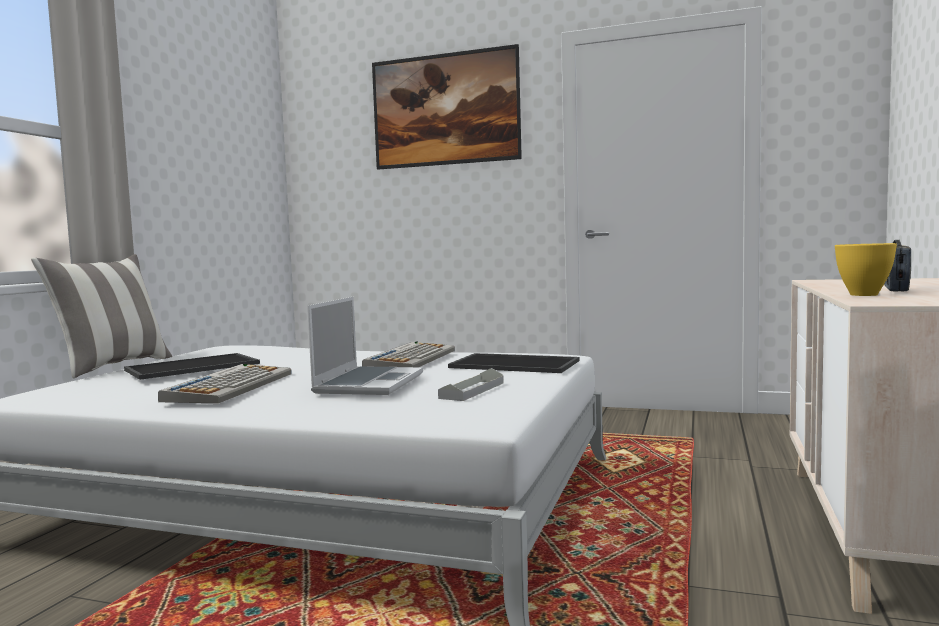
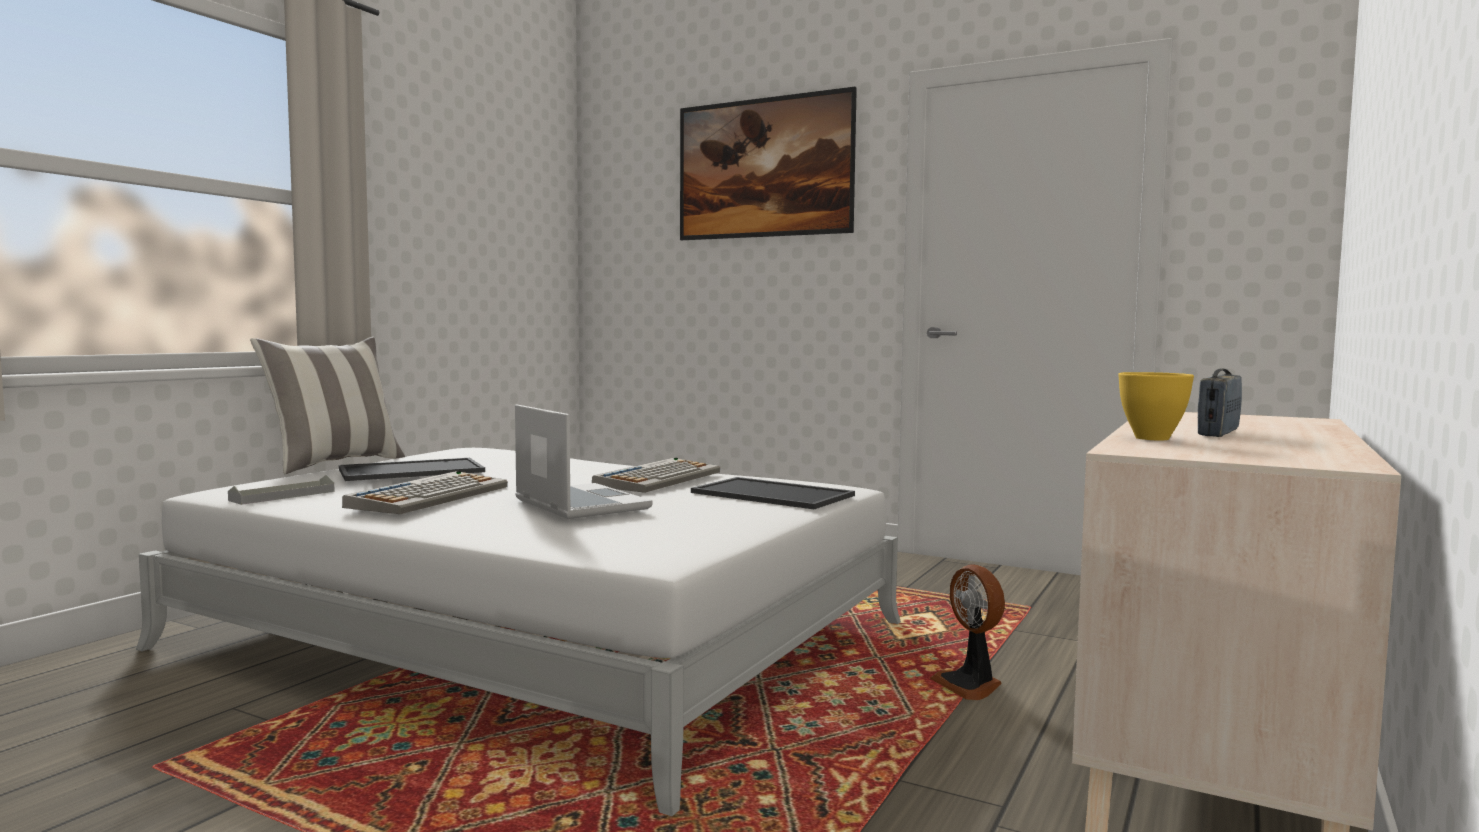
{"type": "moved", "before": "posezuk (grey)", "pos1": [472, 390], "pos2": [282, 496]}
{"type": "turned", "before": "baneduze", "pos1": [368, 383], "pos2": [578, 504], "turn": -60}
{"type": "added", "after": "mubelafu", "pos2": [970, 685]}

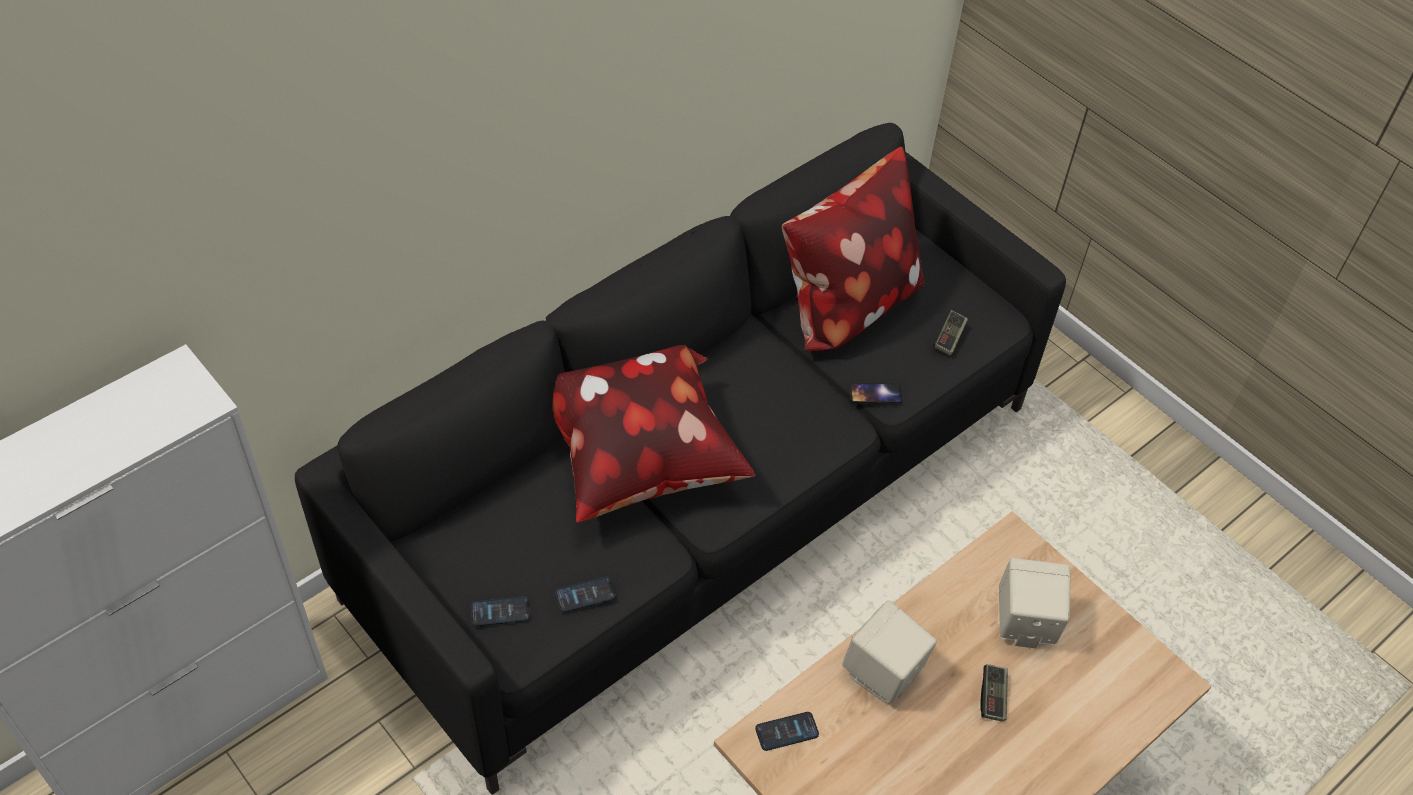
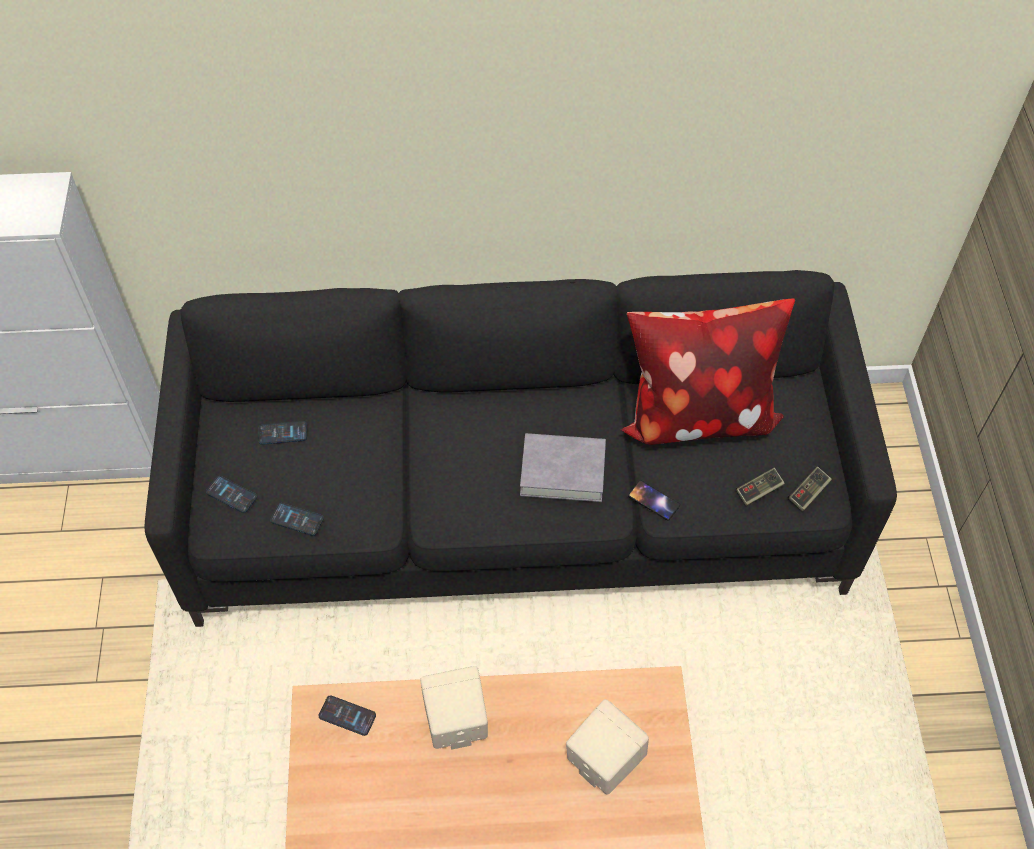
{"type": "added", "after": "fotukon", "pos2": [283, 433]}
{"type": "added", "after": "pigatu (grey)", "pos2": [562, 471]}
{"type": "moved", "before": "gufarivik", "pos1": [993, 697], "pos2": [808, 493]}
{"type": "removed", "before": "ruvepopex", "pos1": [643, 465]}

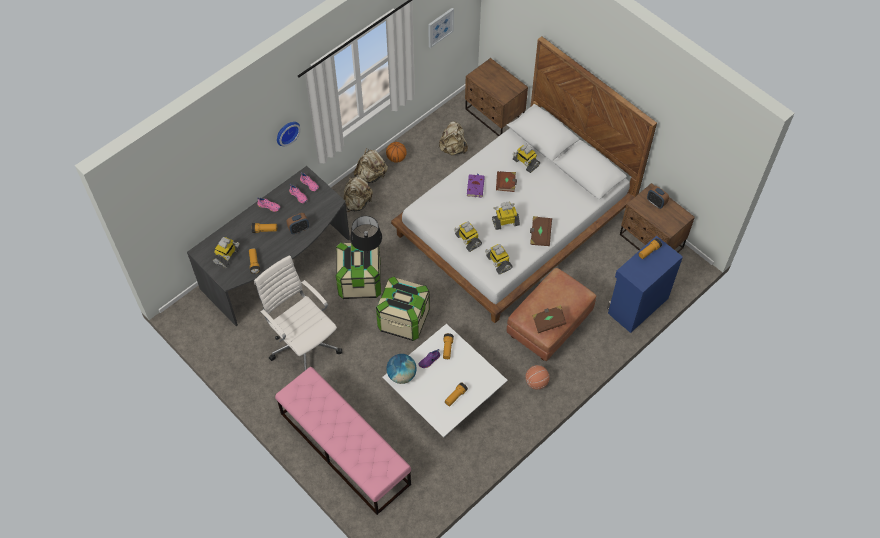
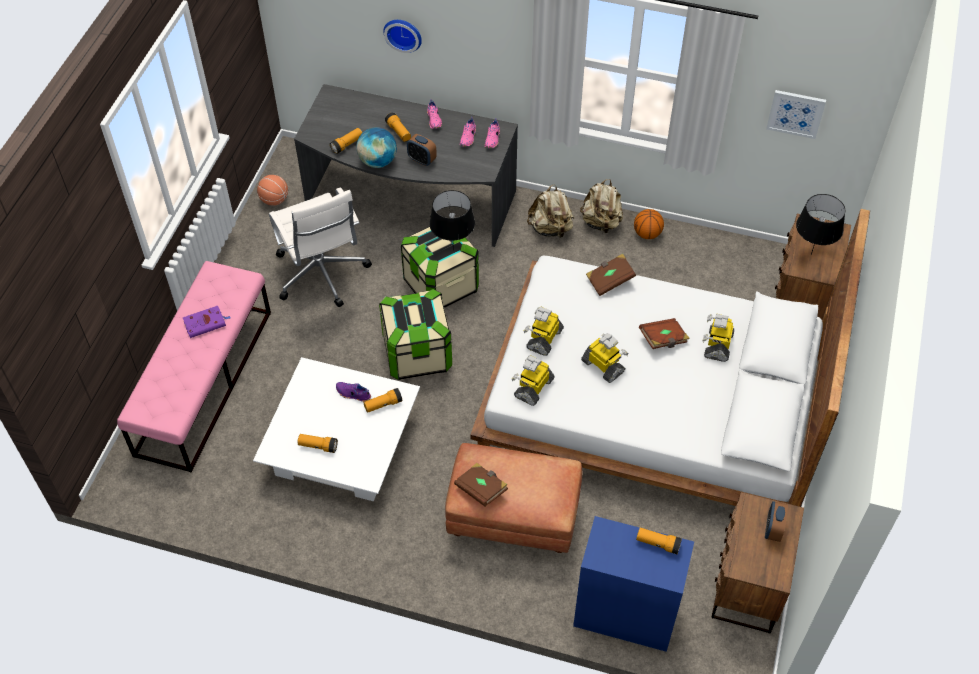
{"type": "moved", "before": "pigatu (purple)", "pos1": [475, 186], "pos2": [206, 323]}
{"type": "moved", "before": "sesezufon", "pos1": [536, 382], "pos2": [274, 200]}
{"type": "turned", "before": "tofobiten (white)", "pos1": [304, 343], "pos2": [321, 275], "turn": 135}
{"type": "moved", "before": "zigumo", "pos1": [401, 375], "pos2": [377, 161]}
{"type": "moved", "before": "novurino", "pos1": [286, 132], "pos2": [403, 33]}
{"type": "moved", "before": "pigatu (brown)", "pos1": [540, 234], "pos2": [609, 280]}
{"type": "added", "after": "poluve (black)", "pos2": [811, 254]}
{"type": "removed", "before": "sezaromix", "pos1": [227, 256]}
{"type": "removed", "before": "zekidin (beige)", "pos1": [453, 148]}

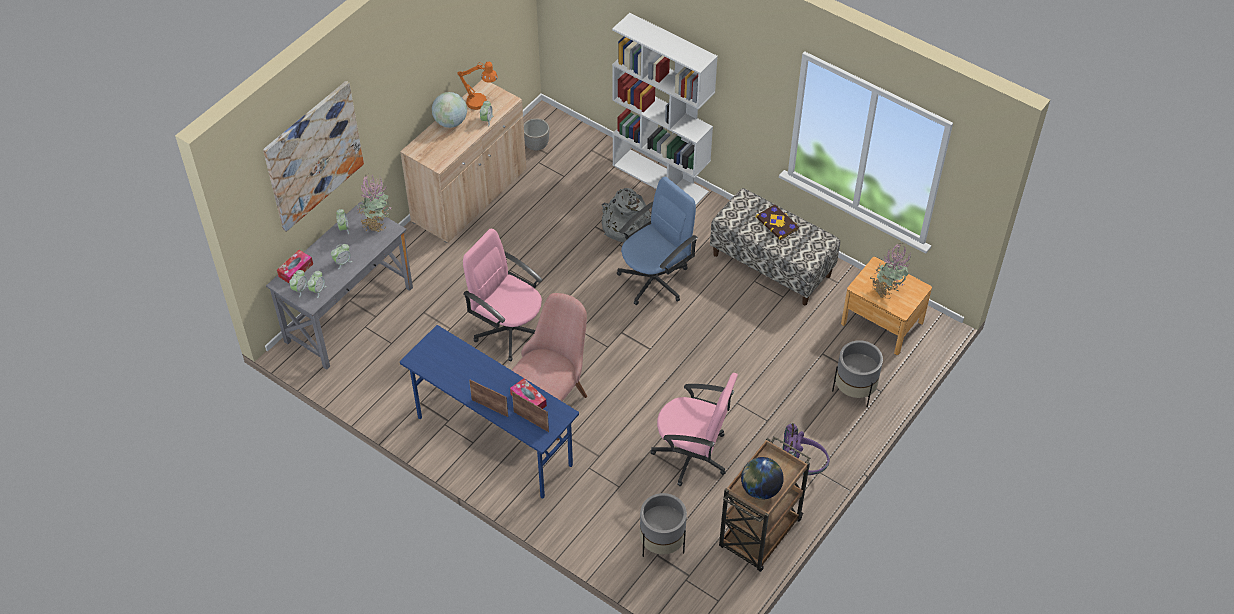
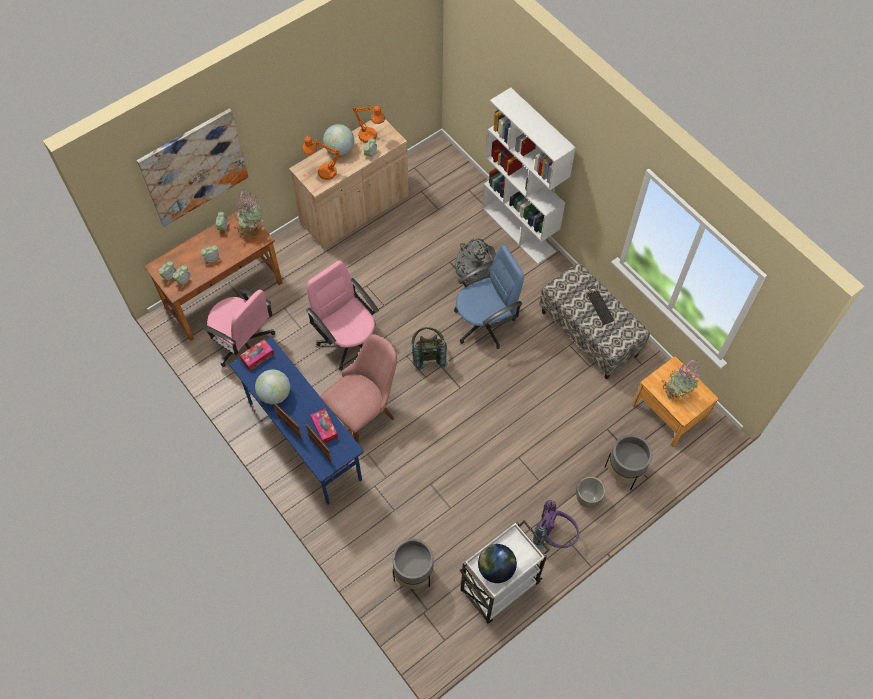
{"type": "recoloured", "before": "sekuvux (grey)", "after": "sekuvux (brown)", "pos1": [349, 314], "pos2": [224, 295]}
{"type": "moved", "before": "tofobiten (pink)", "pos1": [692, 455], "pos2": [244, 344]}
{"type": "moved", "before": "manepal", "pos1": [296, 270], "pos2": [257, 357]}
{"type": "added", "after": "zigumo", "pos2": [275, 394]}
{"type": "added", "after": "poluve (orange)", "pos2": [323, 172]}
{"type": "added", "after": "zekidin (grey)", "pos2": [428, 354]}
{"type": "recoloured", "before": "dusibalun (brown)", "after": "dusibalun (white)", "pos1": [759, 535], "pos2": [499, 587]}
{"type": "moved", "before": "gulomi", "pos1": [536, 145], "pos2": [588, 498]}
{"type": "replaced", "before": "pigatu", "after": "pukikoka", "pos1": [777, 223], "pos2": [599, 303]}

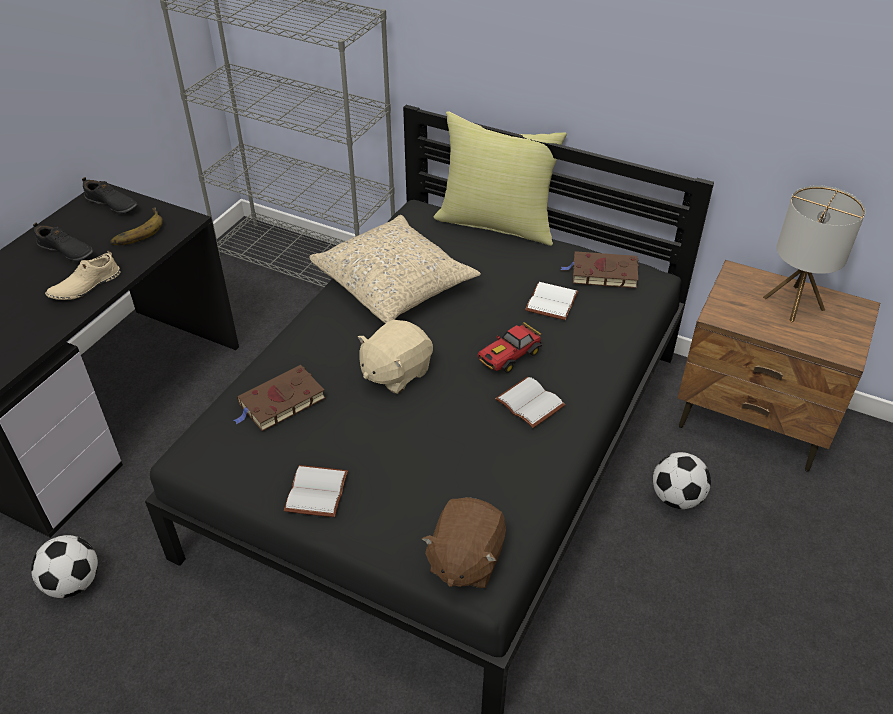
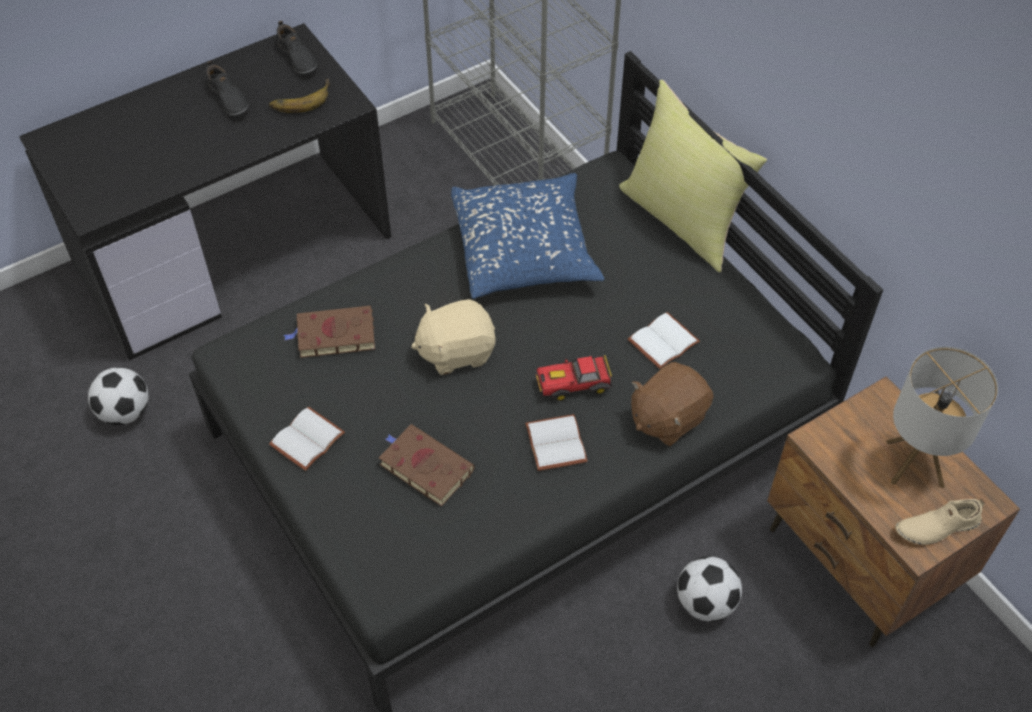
{"type": "moved", "before": "pigatu (brown)", "pos1": [602, 273], "pos2": [424, 466]}
{"type": "recoloured", "before": "ruvepopex (beige)", "after": "ruvepopex (blue)", "pos1": [395, 283], "pos2": [525, 250]}
{"type": "moved", "before": "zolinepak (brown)", "pos1": [465, 560], "pos2": [667, 418]}
{"type": "moved", "before": "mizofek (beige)", "pos1": [85, 286], "pos2": [936, 526]}

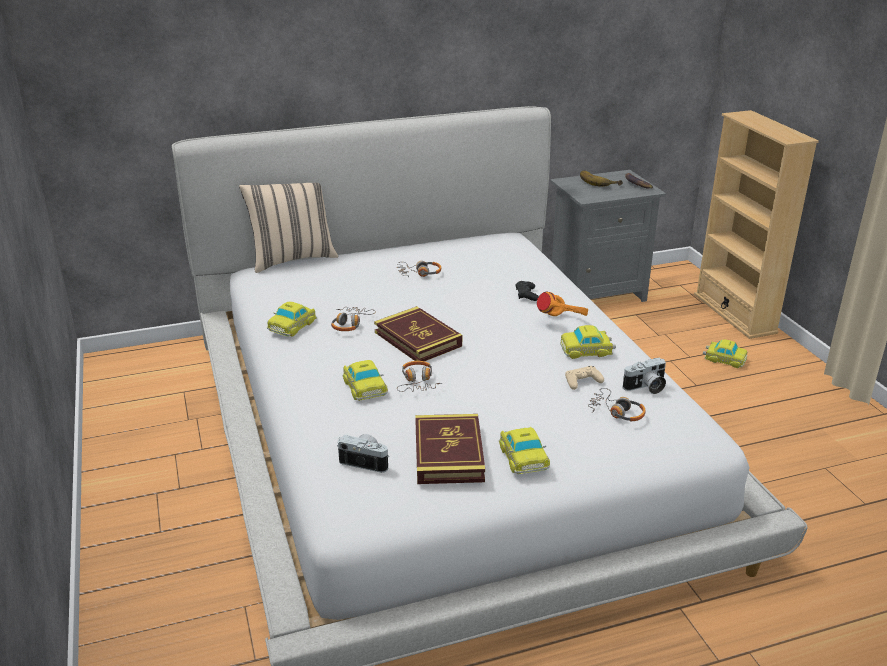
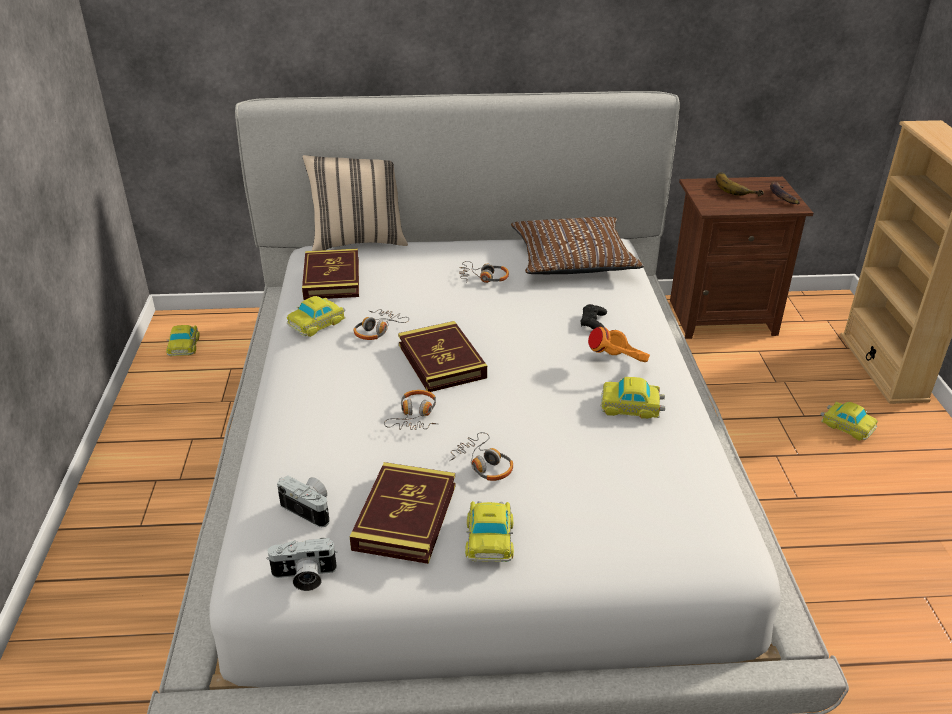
{"type": "moved", "before": "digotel", "pos1": [364, 386], "pos2": [184, 345]}
{"type": "moved", "before": "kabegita", "pos1": [646, 387], "pos2": [304, 577]}
{"type": "added", "after": "pigatu", "pos2": [332, 279]}
{"type": "moved", "before": "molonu", "pos1": [616, 412], "pos2": [483, 464]}
{"type": "added", "after": "ruvepopex (brown)", "pos2": [572, 259]}
{"type": "recoloured", "before": "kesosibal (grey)", "after": "kesosibal (brown)", "pos1": [596, 293], "pos2": [720, 316]}
{"type": "removed", "before": "gufarivik (beige)", "pos1": [582, 381]}

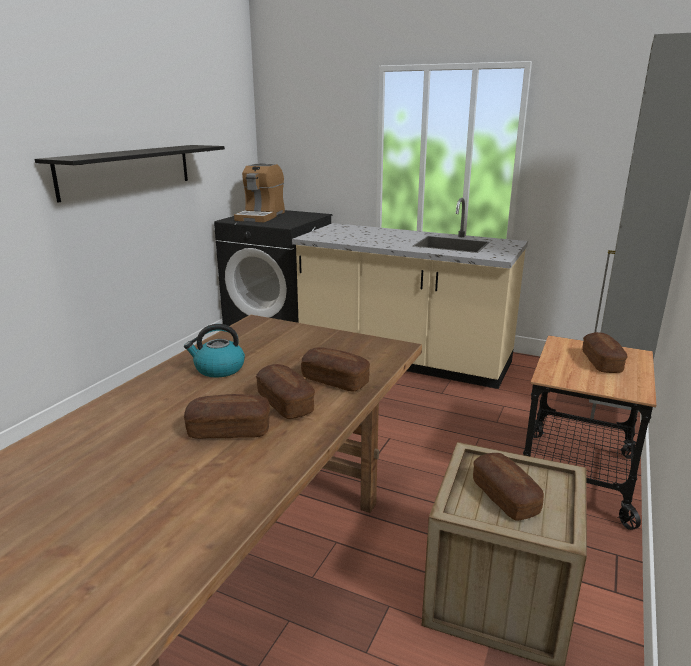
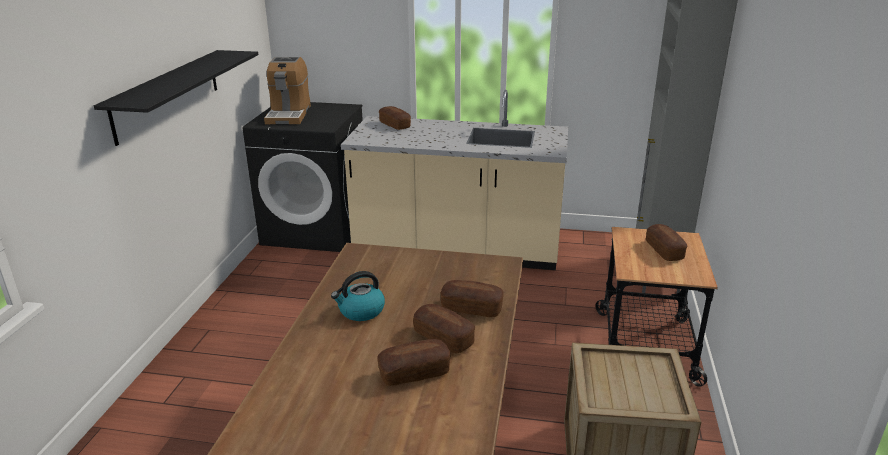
{"type": "moved", "before": "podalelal", "pos1": [504, 497], "pos2": [394, 125]}

